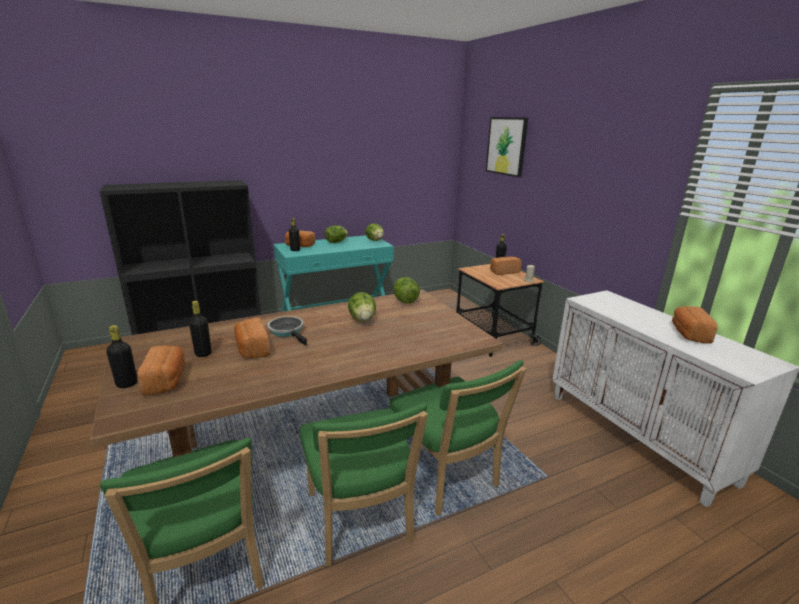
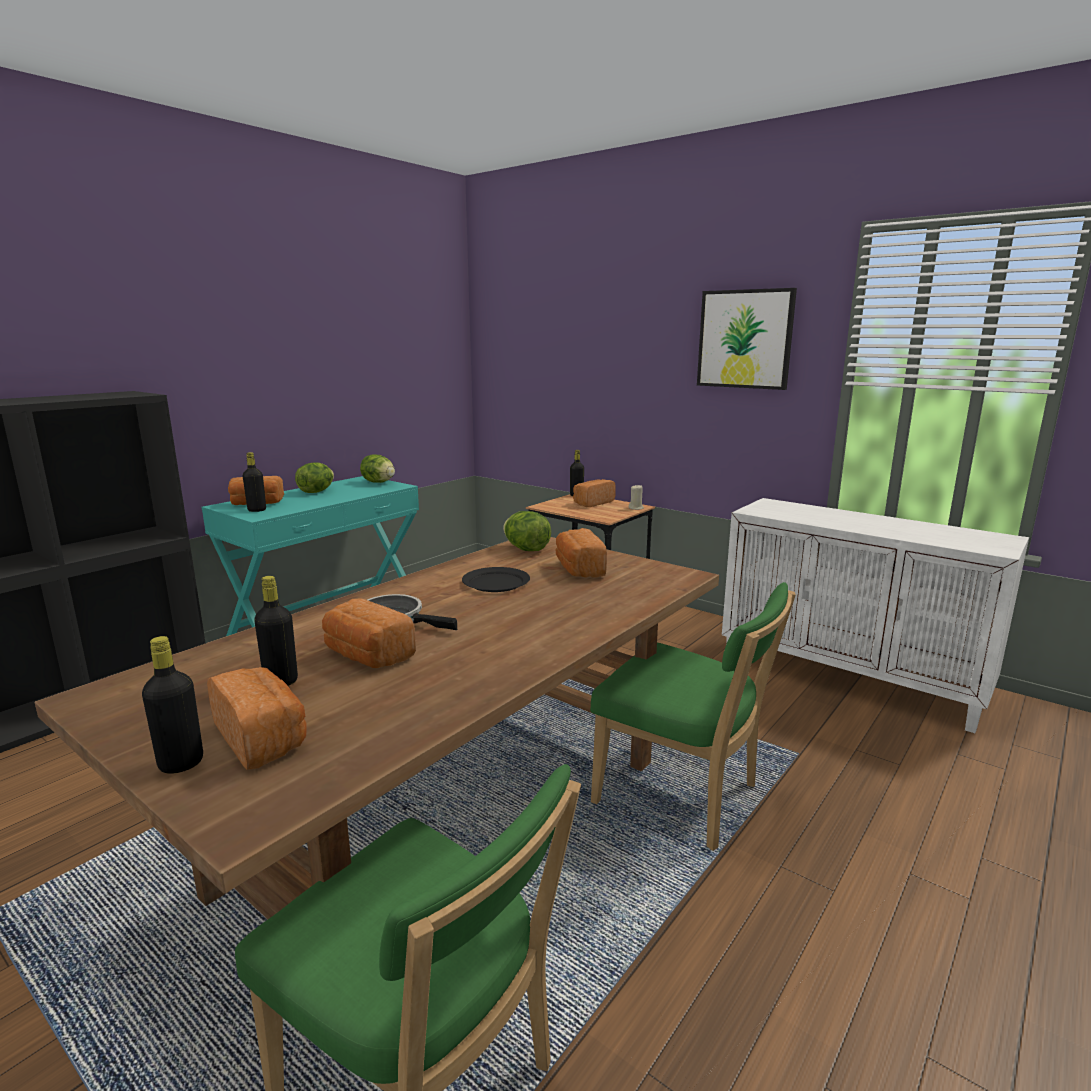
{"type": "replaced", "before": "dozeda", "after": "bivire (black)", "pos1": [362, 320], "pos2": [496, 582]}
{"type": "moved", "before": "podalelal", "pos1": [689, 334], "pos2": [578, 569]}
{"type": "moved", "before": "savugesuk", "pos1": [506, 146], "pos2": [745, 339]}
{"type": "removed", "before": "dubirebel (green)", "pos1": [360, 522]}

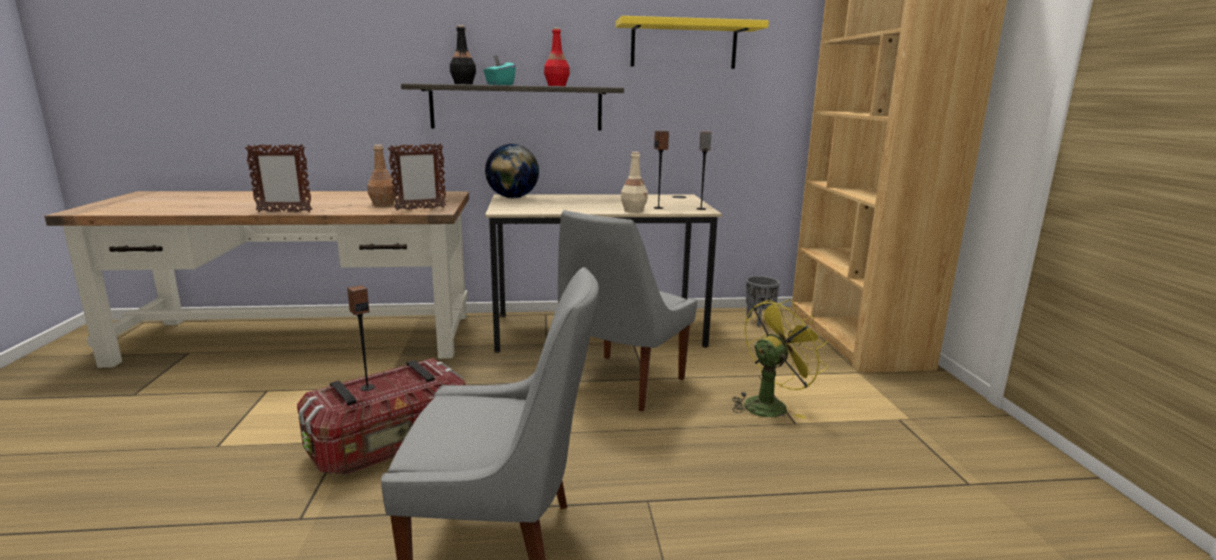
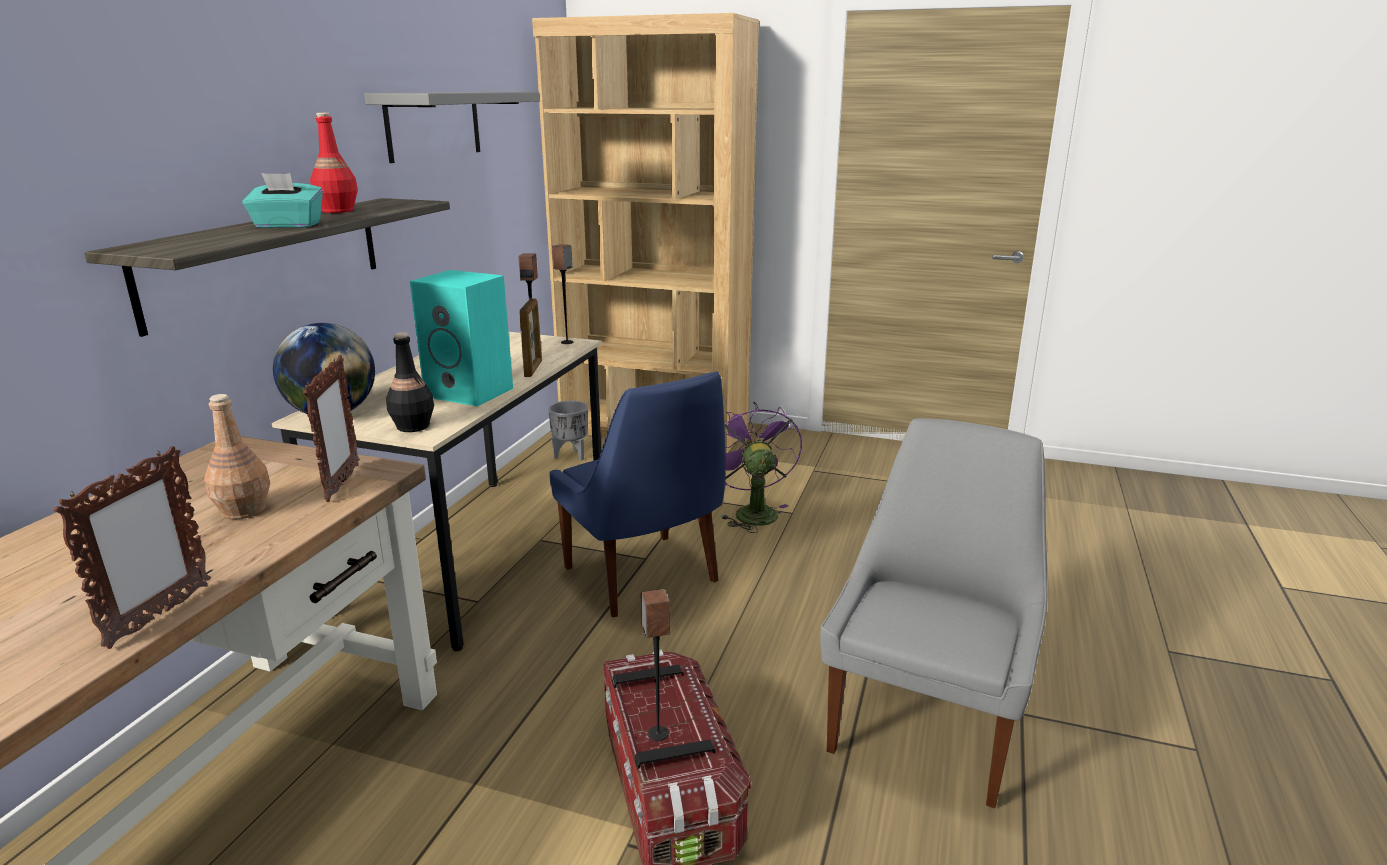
{"type": "recoloured", "before": "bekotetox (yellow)", "after": "bekotetox (grey)", "pos1": [684, 45], "pos2": [434, 125]}
{"type": "moved", "before": "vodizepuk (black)", "pos1": [463, 84], "pos2": [413, 426]}
{"type": "added", "after": "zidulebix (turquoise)", "pos2": [472, 392]}
{"type": "replaced", "before": "vodizepuk (beige)", "after": "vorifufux", "pos1": [633, 210], "pos2": [533, 369]}
{"type": "recoloured", "before": "dubirebel (grey)", "after": "dubirebel (blue)", "pos1": [620, 384], "pos2": [644, 577]}
{"type": "recoloured", "before": "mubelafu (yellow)", "after": "mubelafu (purple)", "pos1": [770, 404], "pos2": [752, 512]}

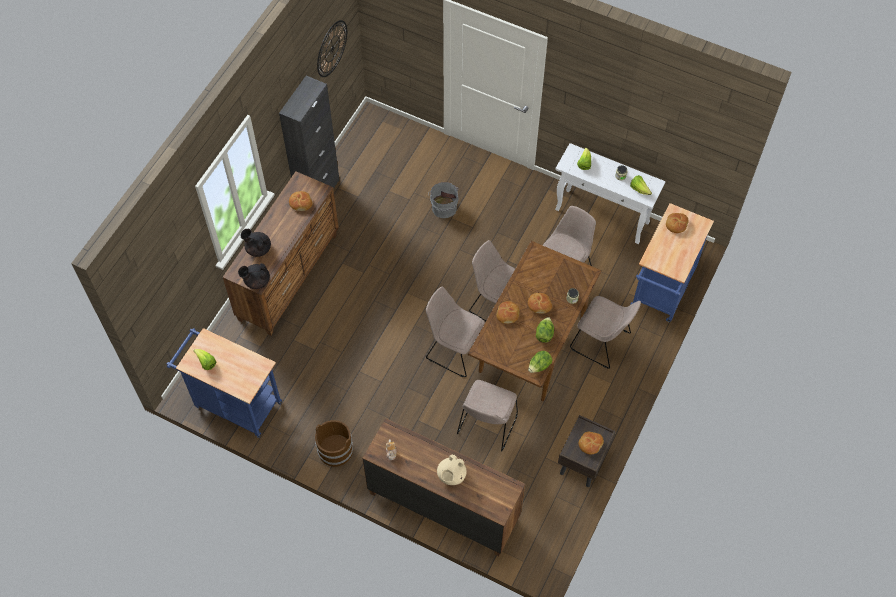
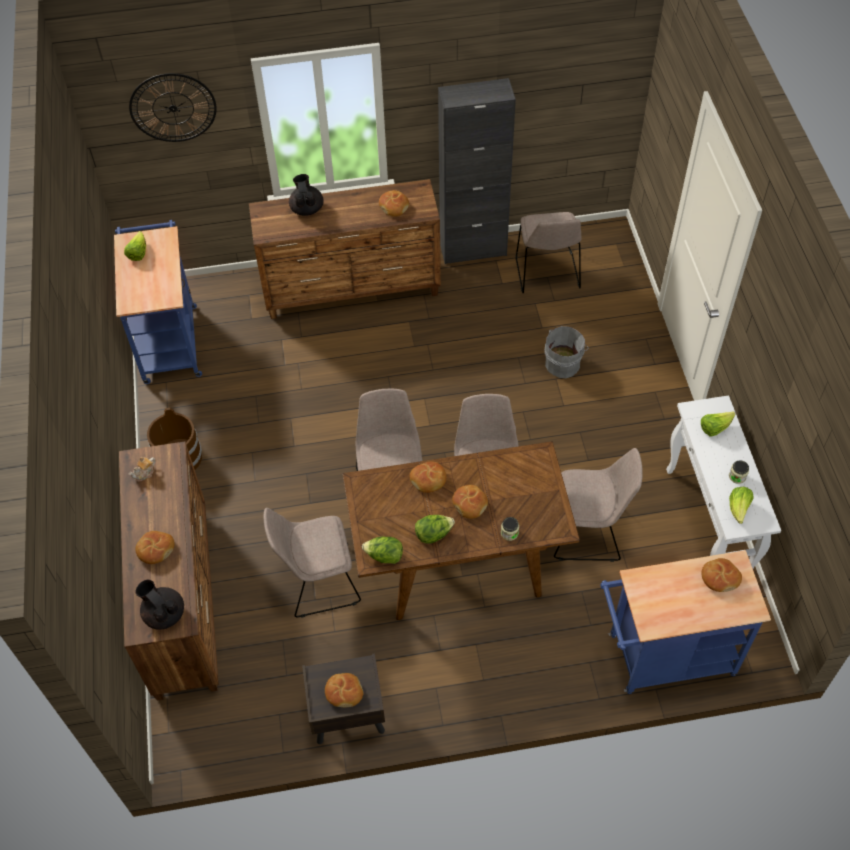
{"type": "moved", "before": "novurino", "pos1": [332, 48], "pos2": [173, 108]}
{"type": "replaced", "before": "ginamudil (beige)", "after": "podalelal", "pos1": [451, 475], "pos2": [155, 550]}
{"type": "moved", "before": "ginamudil (black)", "pos1": [256, 281], "pos2": [164, 614]}
{"type": "moved", "before": "dubirebel (beige)", "pos1": [602, 342], "pos2": [547, 274]}

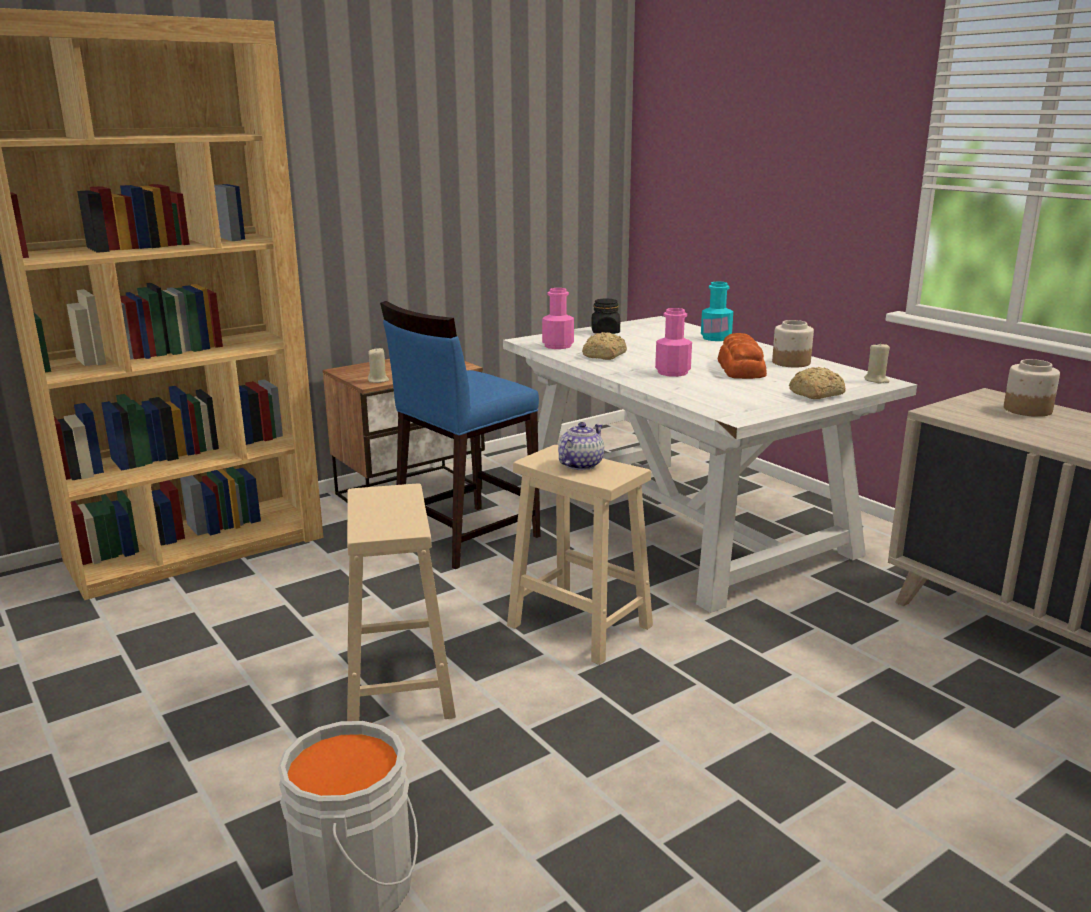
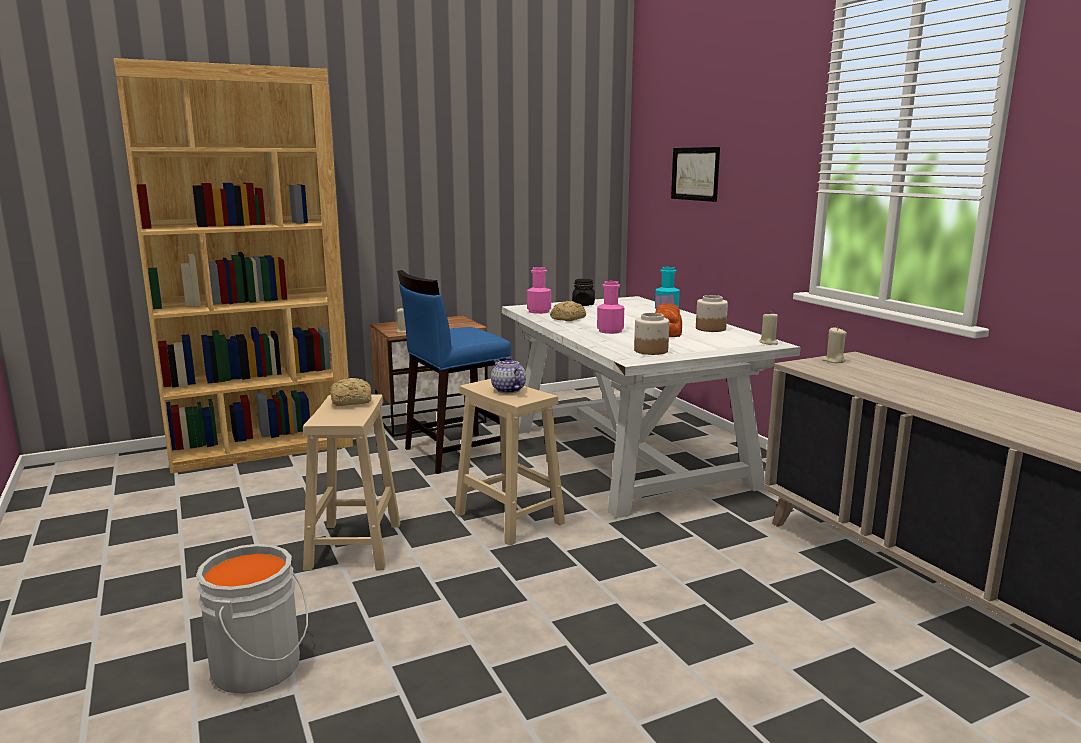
{"type": "moved", "before": "podalelal", "pos1": [815, 394], "pos2": [349, 401]}
{"type": "turned", "before": "ginamudil", "pos1": [580, 464], "pos2": [507, 390], "turn": -75}
{"type": "moved", "before": "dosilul", "pos1": [1027, 410], "pos2": [650, 351]}
{"type": "added", "after": "savugesuk", "pos2": [695, 174]}
{"type": "added", "after": "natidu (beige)", "pos2": [833, 361]}

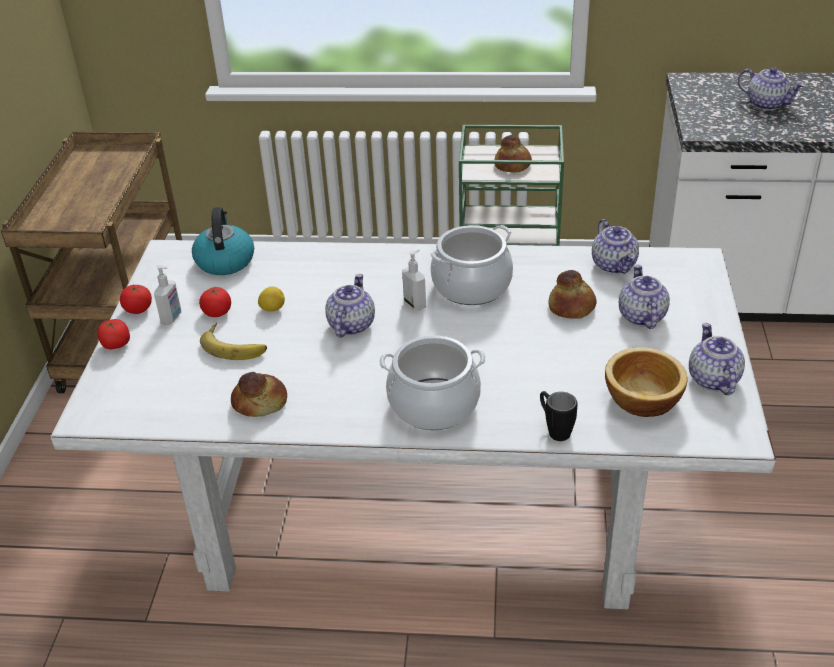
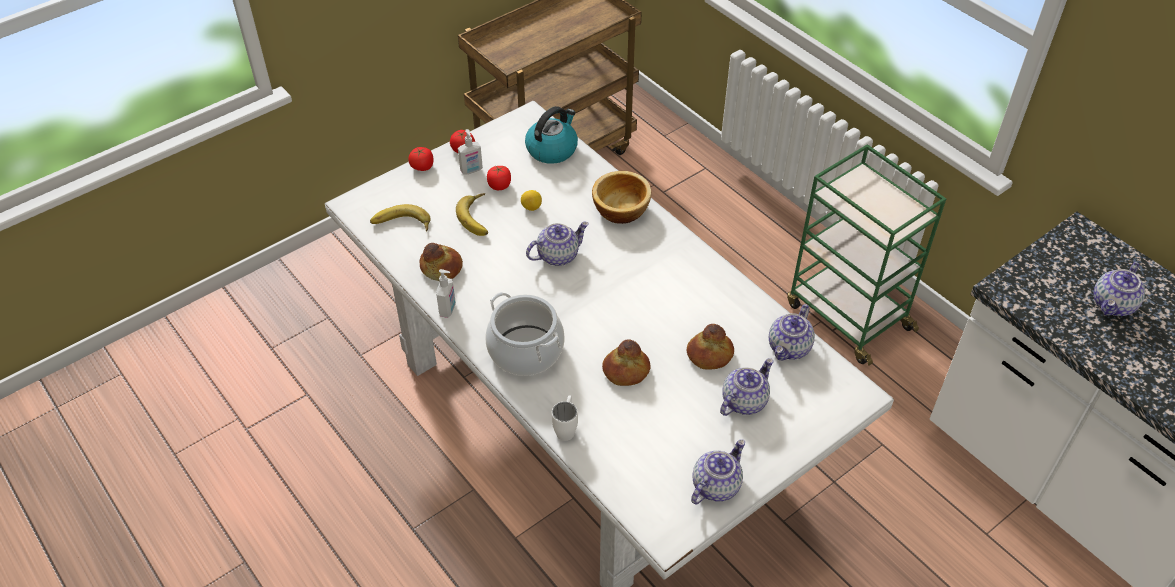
{"type": "added", "after": "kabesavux", "pos2": [401, 225]}
{"type": "moved", "before": "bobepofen", "pos1": [415, 304], "pos2": [448, 309]}
{"type": "recoloured", "before": "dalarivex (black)", "after": "dalarivex (white)", "pos1": [554, 429], "pos2": [566, 428]}
{"type": "moved", "before": "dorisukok", "pos1": [641, 398], "pos2": [620, 209]}
{"type": "moved", "before": "podalelal", "pos1": [513, 165], "pos2": [626, 371]}
{"type": "turned", "before": "ginamudil", "pos1": [767, 104], "pos2": [1113, 305], "turn": 45}
{"type": "removed", "before": "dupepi", "pos1": [471, 286]}

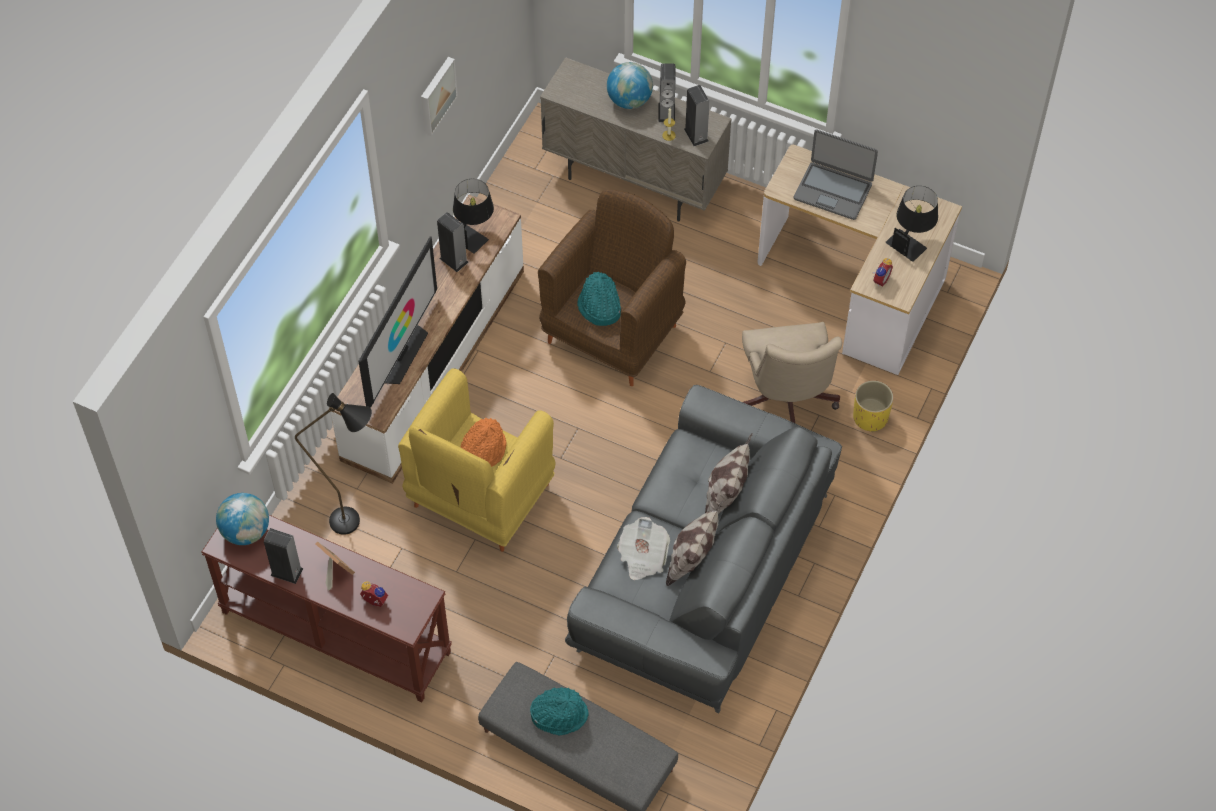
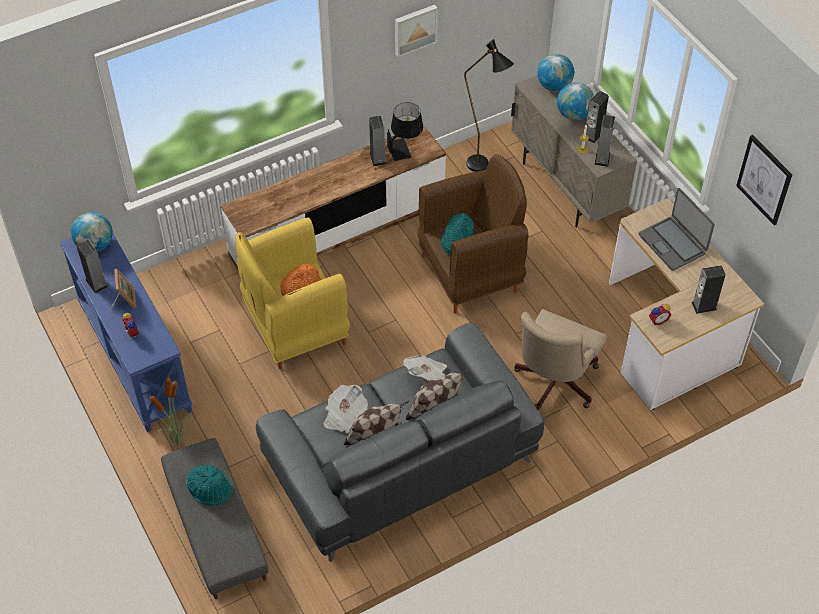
{"type": "recoloured", "before": "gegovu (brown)", "after": "gegovu (blue)", "pos1": [334, 633], "pos2": [133, 357]}
{"type": "added", "after": "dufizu", "pos2": [178, 440]}
{"type": "added", "after": "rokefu", "pos2": [426, 374]}
{"type": "moved", "before": "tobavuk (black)", "pos1": [356, 523], "pos2": [483, 168]}
{"type": "added", "after": "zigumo", "pos2": [554, 86]}
{"type": "replaced", "before": "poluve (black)", "after": "zidulebix", "pos1": [911, 240], "pos2": [704, 306]}
{"type": "added", "after": "savugesuk", "pos2": [764, 179]}
{"type": "removed", "before": "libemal", "pos1": [401, 353]}
{"type": "removed", "before": "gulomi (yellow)", "pos1": [870, 417]}

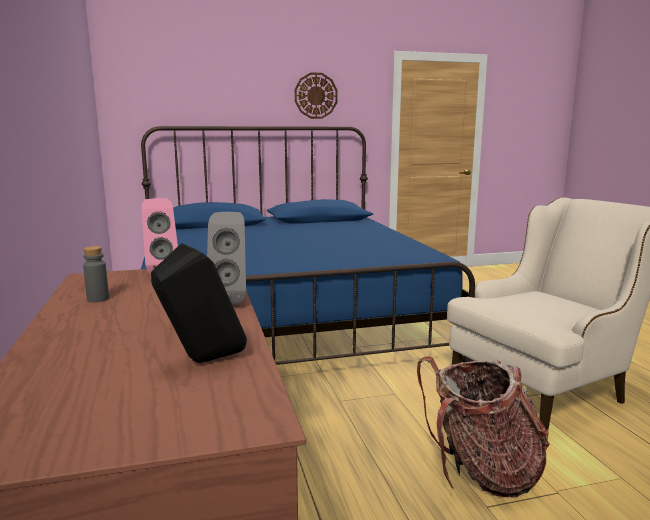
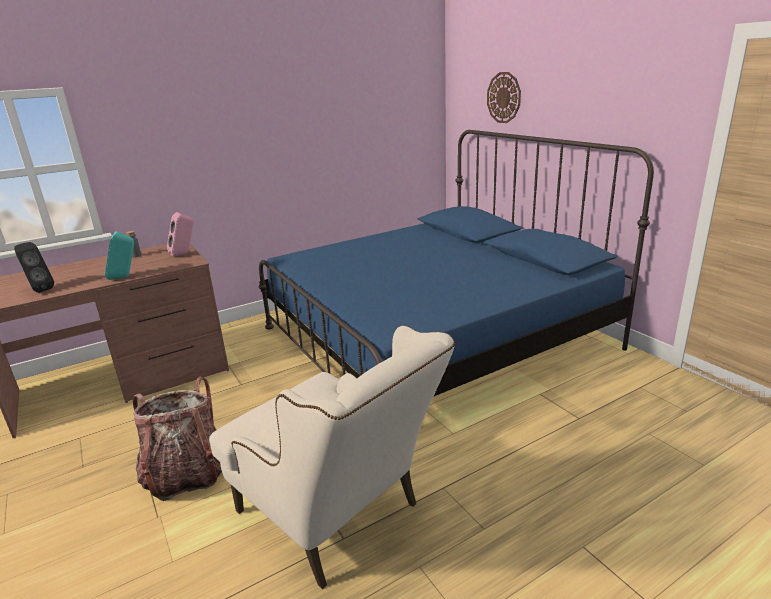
{"type": "recoloured", "before": "zidulebix (grey)", "after": "zidulebix (turquoise)", "pos1": [230, 300], "pos2": [125, 277]}
{"type": "moved", "before": "novurino", "pos1": [316, 95], "pos2": [504, 97]}

